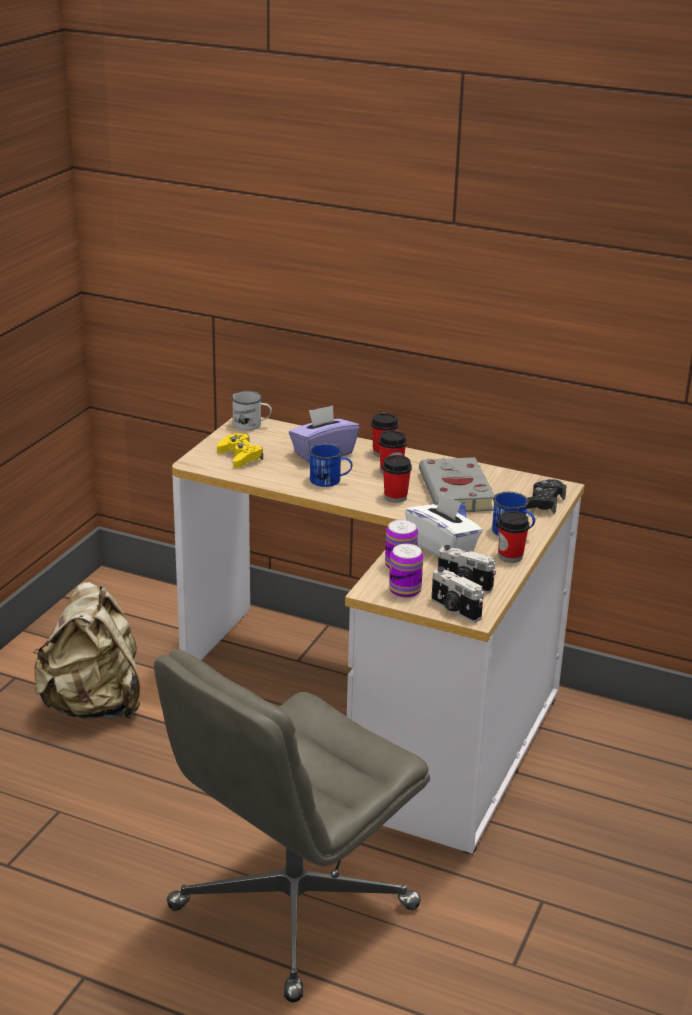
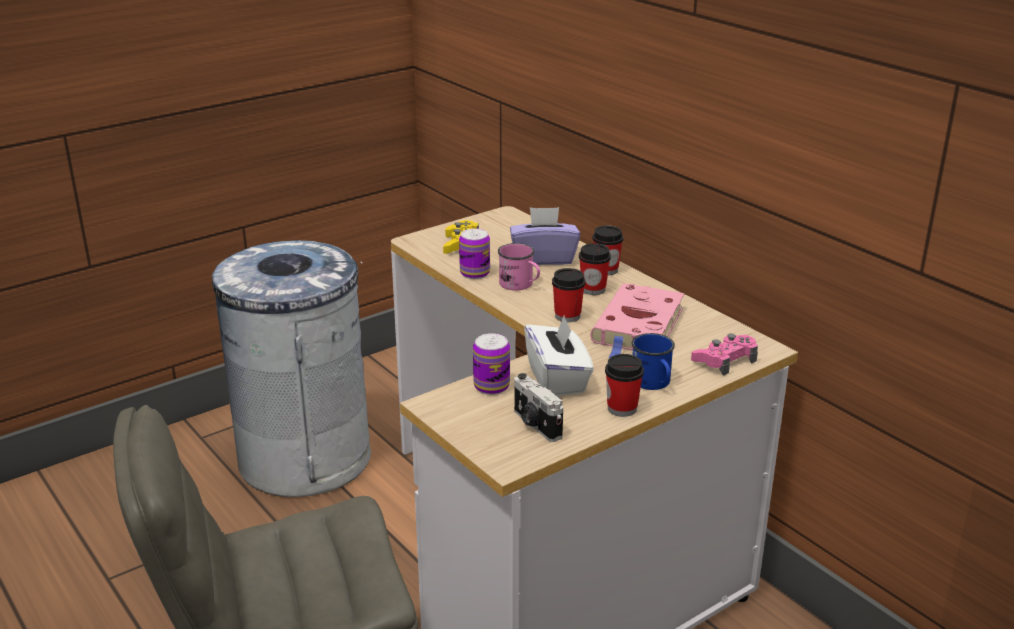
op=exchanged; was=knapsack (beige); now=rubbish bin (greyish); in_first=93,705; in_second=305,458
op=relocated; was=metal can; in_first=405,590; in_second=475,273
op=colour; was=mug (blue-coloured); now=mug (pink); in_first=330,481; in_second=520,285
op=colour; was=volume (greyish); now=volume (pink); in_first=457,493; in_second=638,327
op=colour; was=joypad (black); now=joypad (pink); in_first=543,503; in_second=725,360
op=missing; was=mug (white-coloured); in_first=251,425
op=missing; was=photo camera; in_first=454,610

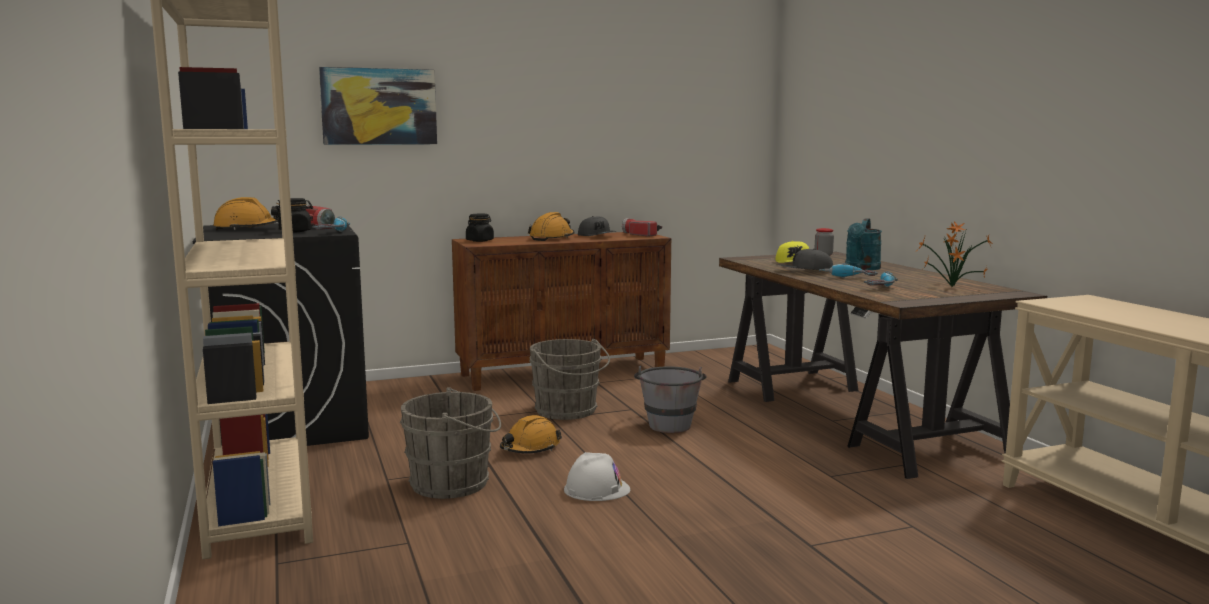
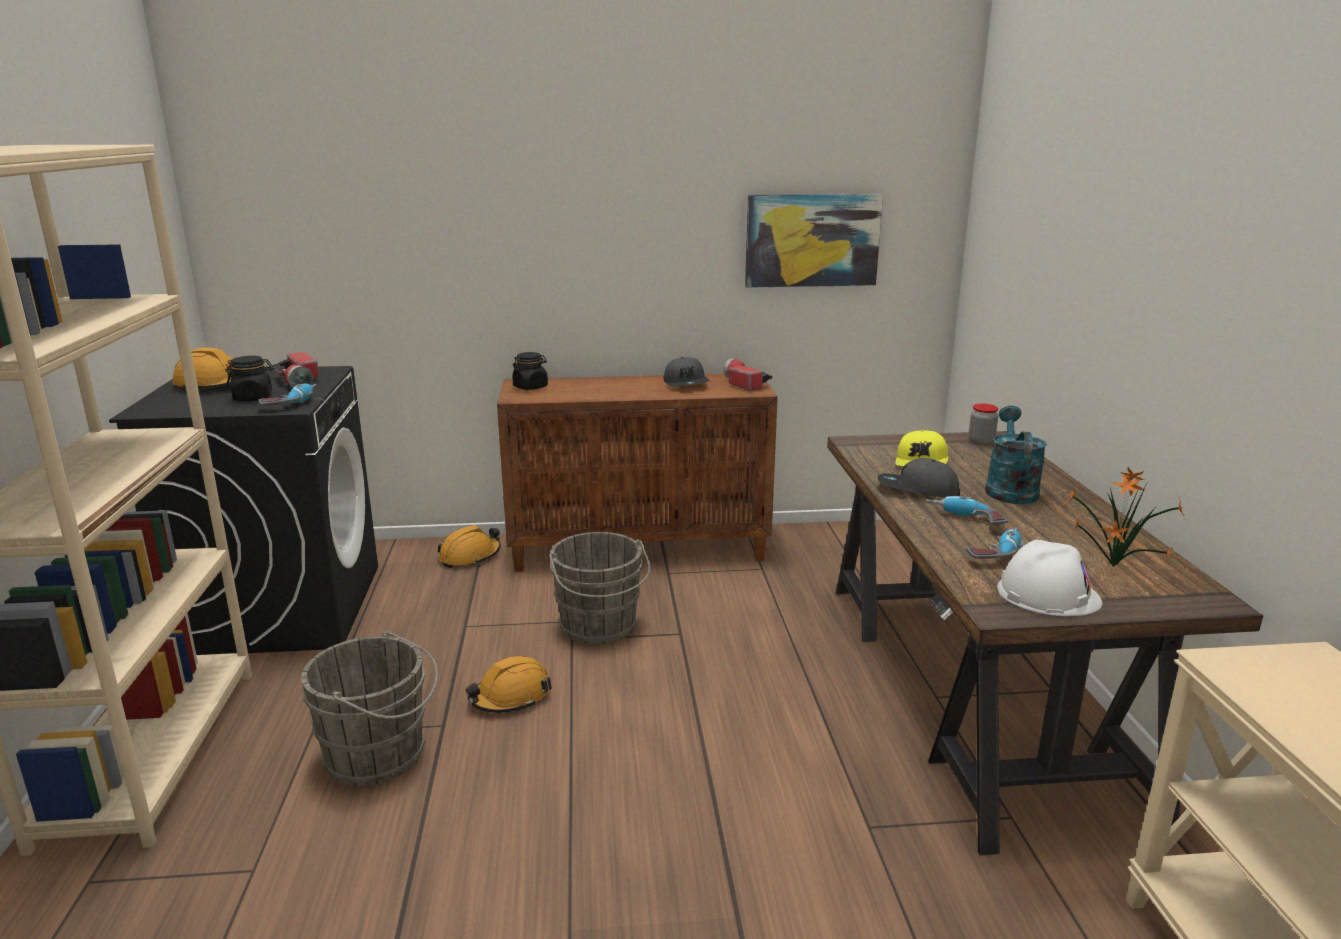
op=relocated; was=safety helmet (orange-coloured); in_first=552,238; in_second=470,556
op=relocated; was=wall art; in_first=379,106; in_second=812,240
op=spun; was=sprinkling can (turquoise-coloured); in_first=861,268; in_second=1009,489; clockwise=150
op=relocated; was=safety helmet (white-coloured); in_first=596,489; in_second=1048,594
op=missing; was=pail (greyish); in_first=669,423

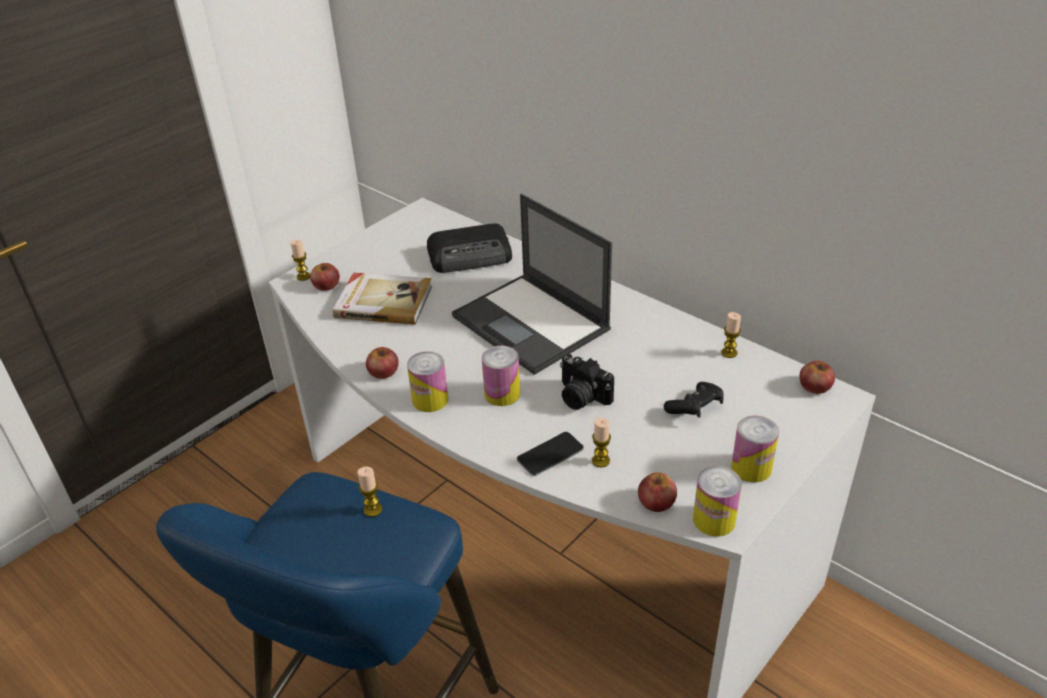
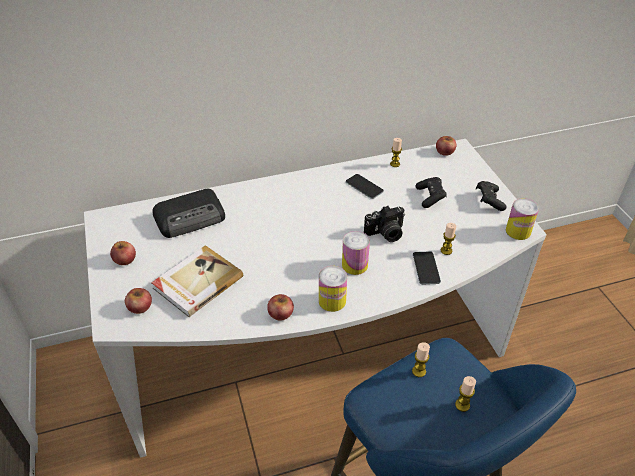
op=relocated; was=whole apple; in_first=656,501; in_second=125,259
op=spun; was=radio; in_first=471,255; in_second=191,218; clockwise=45
op=appeared; now=telephone; in_second=364,186
op=relocated; was=candle; in_first=303,276; in_second=462,405
op=exchanged; was=metal can; now=joypad (black); in_first=751,467; in_second=489,201
op=missing; was=laptop; in_first=532,323

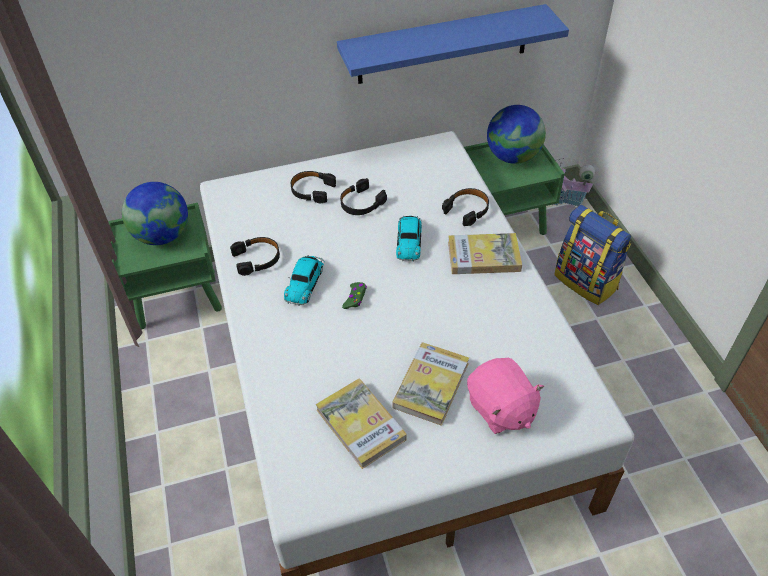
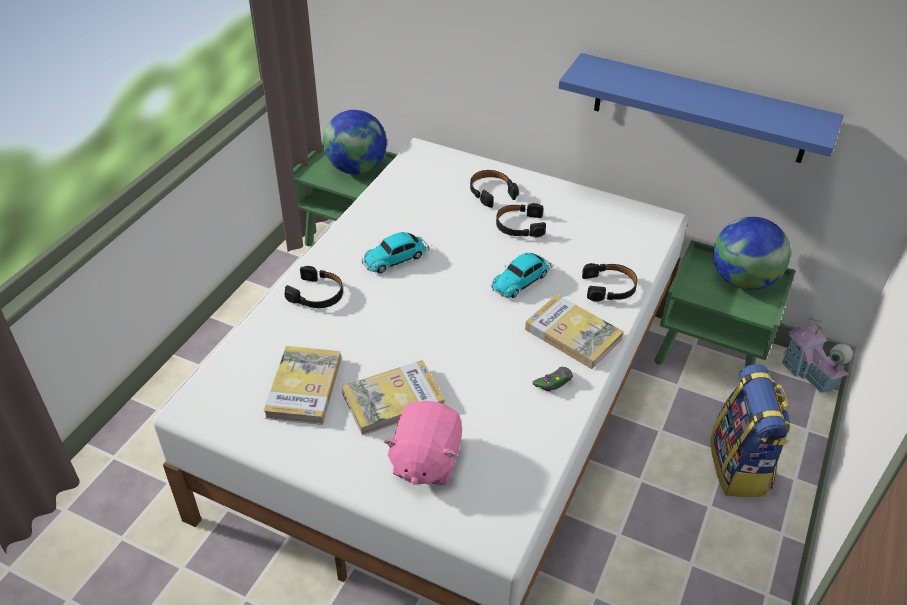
op=relocated; was=pair of headphones (black); in_first=257,259; in_second=317,294
op=relocated; was=joypad (green-coloured); in_first=355,298; in_second=553,382

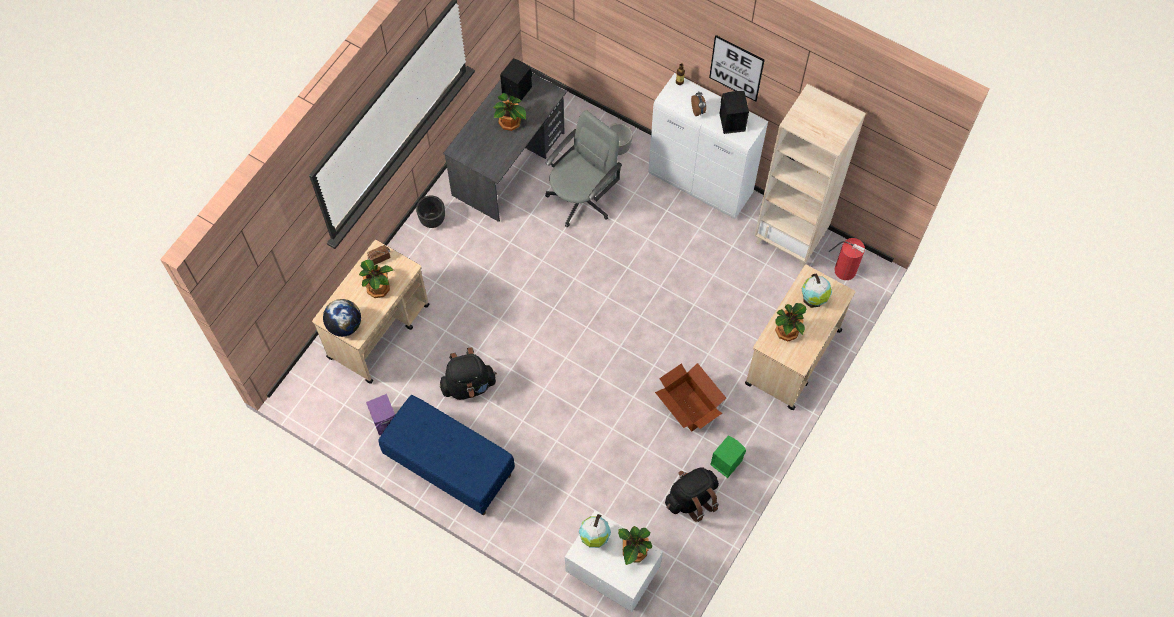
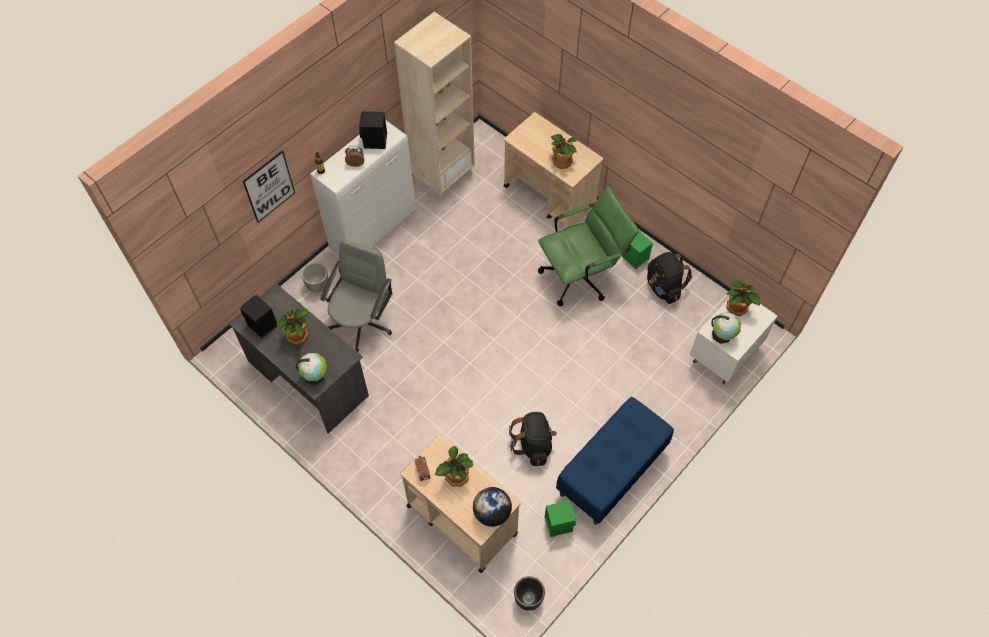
op=relocated; was=wall art; in_first=736,68; in_second=269,187
op=relocated; was=world globe; in_first=813,299; in_second=315,376
op=spun; was=office chair (greyish); in_first=582,198; in_second=362,322; clockwise=60
op=relocated; was=planter (black); in_first=433,220; in_second=528,598
op=exchanged; was=packing box; now=office chair (green-coloured); in_first=688,406; in_second=582,275
op=colour; was=speaker (purplish); now=speaker (green-coloured); in_first=386,421; in_second=558,523
op=missing; was=fire extinguisher; in_first=844,269

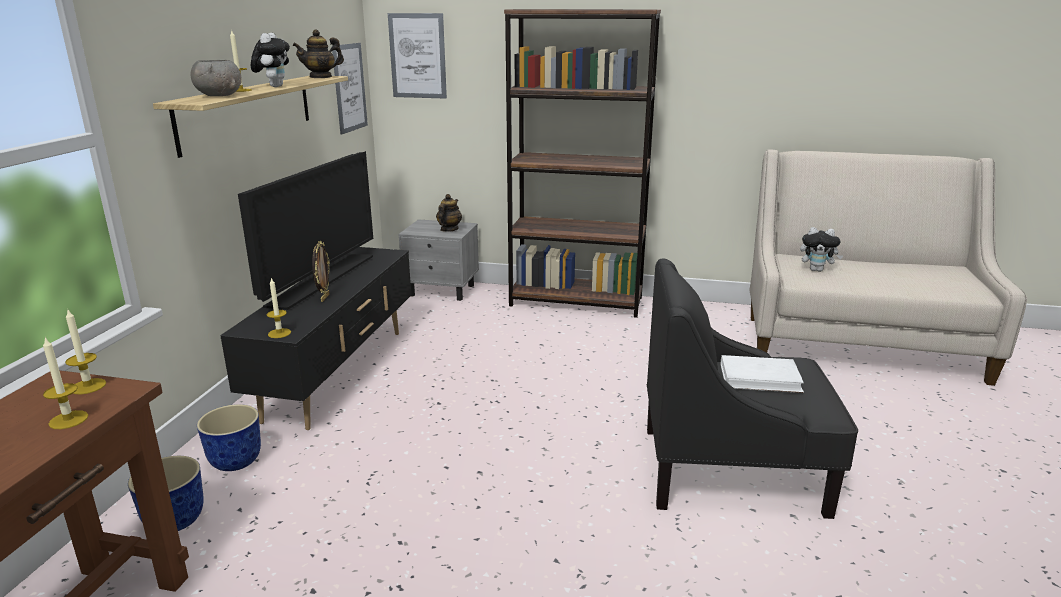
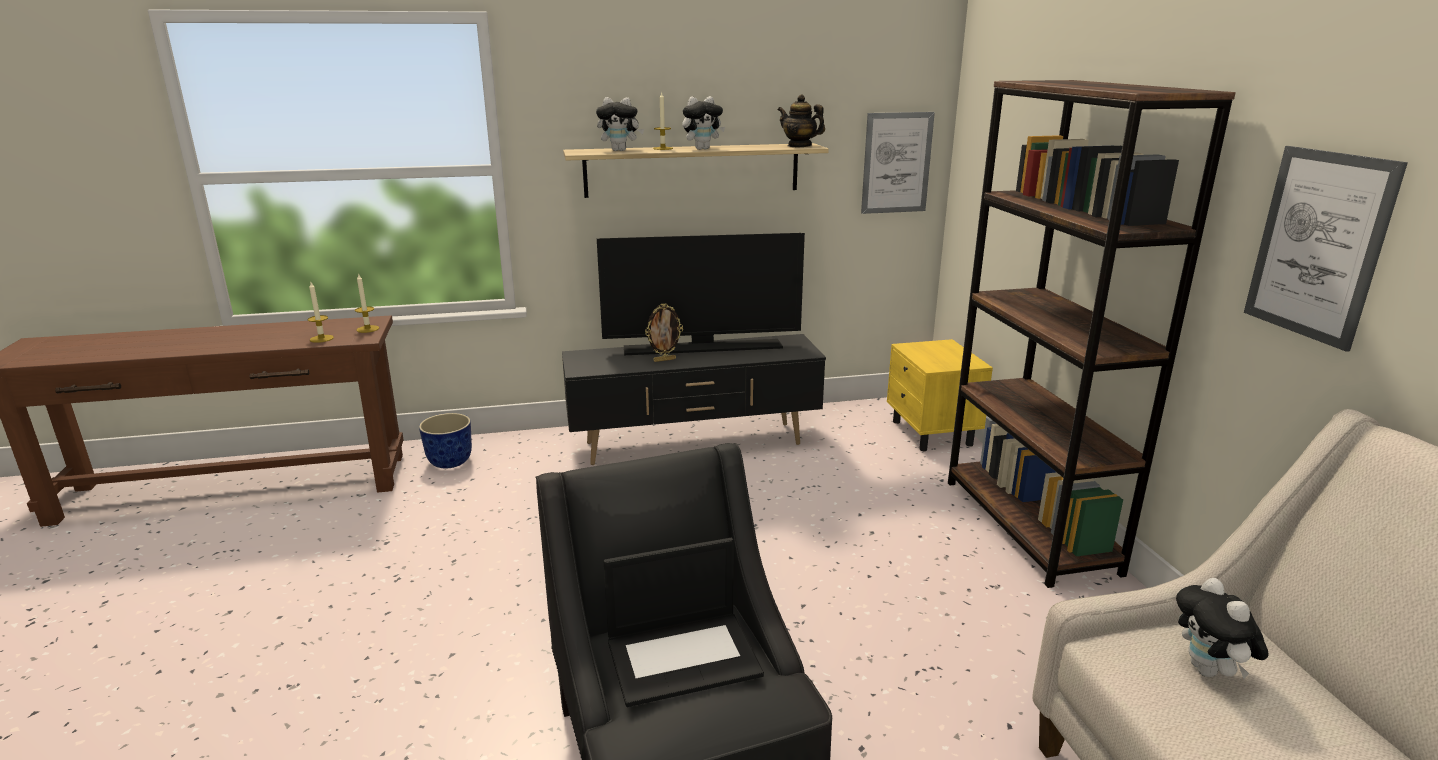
op=exchanged; was=deep dish (greyish); now=soft toy; in_first=219,96; in_second=620,150
op=exchanged; was=volume (white-coloured); now=laptop; in_first=760,378; in_second=684,656
op=colour; was=nightstand (greyish); now=nightstand (yellow-coloured); in_first=442,290; in_second=932,433
op=relocated; was=wall art; in_first=417,56; in_second=1318,245
op=missing; was=planter; in_first=235,461
op=missing; was=candle; in_first=279,333
op=missing; was=tea pot; in_first=449,229

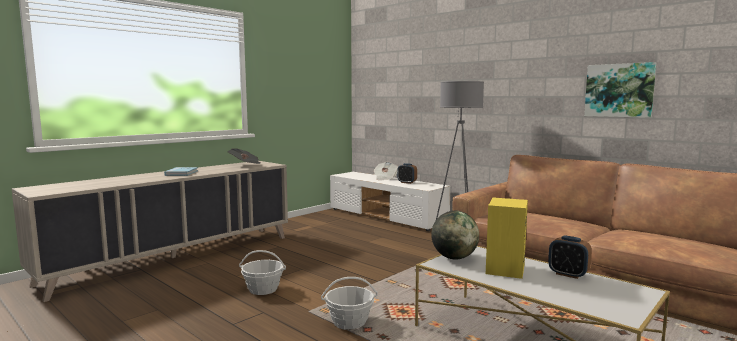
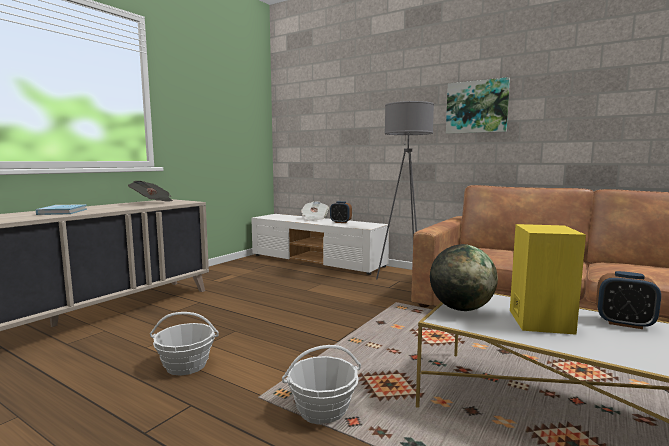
op=relocated; was=wall art; in_first=619,90; in_second=477,107

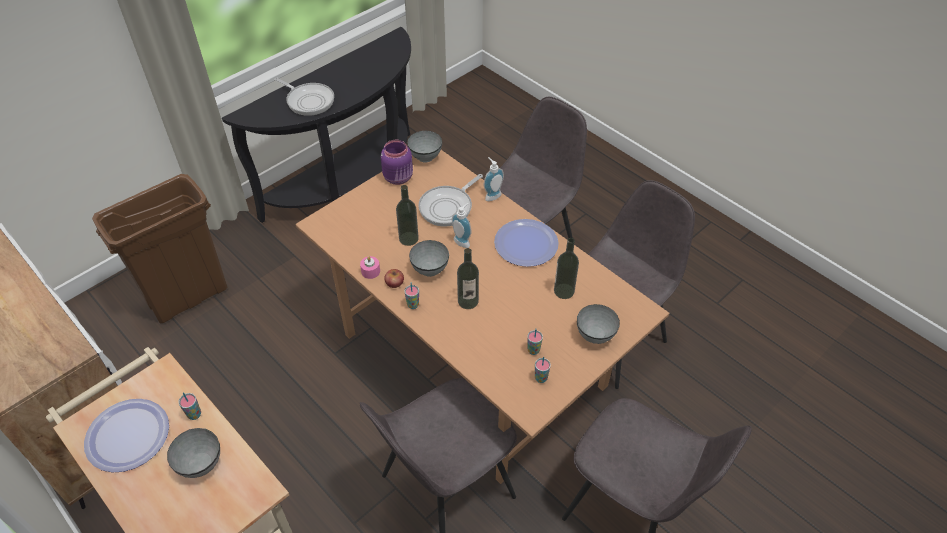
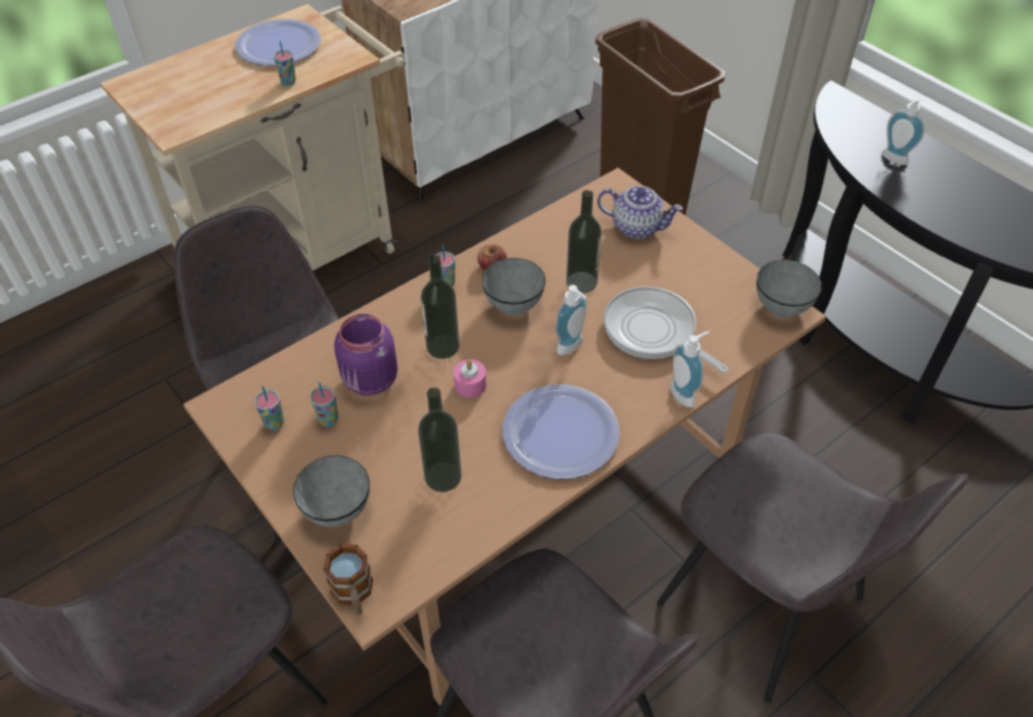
op=appeared; now=mug; in_second=354,594
op=relocated; was=preserve jar (purplish); in_first=399,178; in_second=370,381
op=relocated; was=candle (pink); in_first=370,271; in_second=470,385
op=appeared; now=tea pot; in_second=637,227
op=exchanged; was=frying pan; now=liquid soap bottle; in_first=308,101; in_second=893,160
op=missing; was=deep dish (greyish); in_first=200,464

